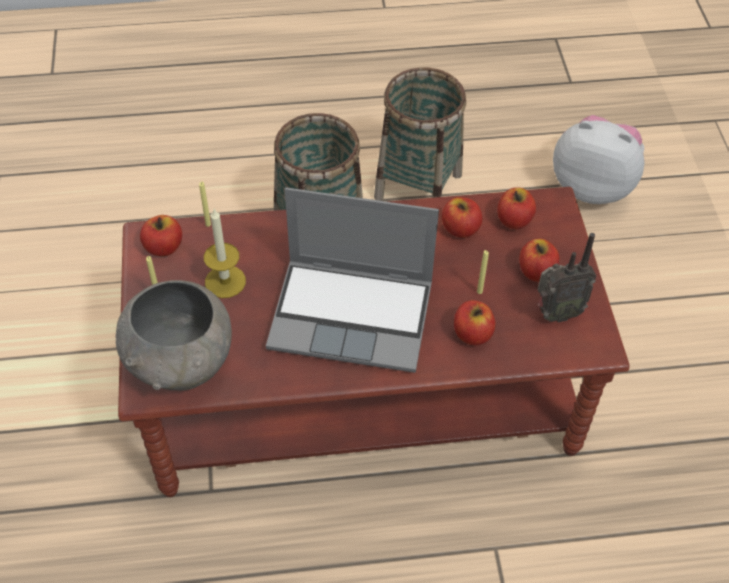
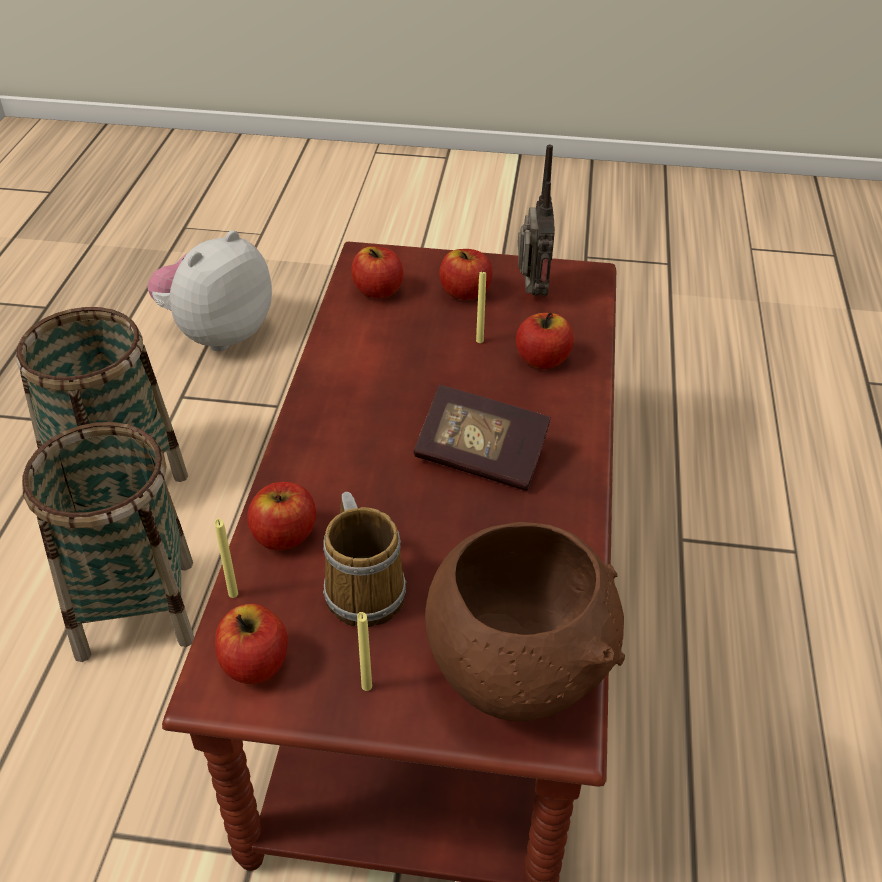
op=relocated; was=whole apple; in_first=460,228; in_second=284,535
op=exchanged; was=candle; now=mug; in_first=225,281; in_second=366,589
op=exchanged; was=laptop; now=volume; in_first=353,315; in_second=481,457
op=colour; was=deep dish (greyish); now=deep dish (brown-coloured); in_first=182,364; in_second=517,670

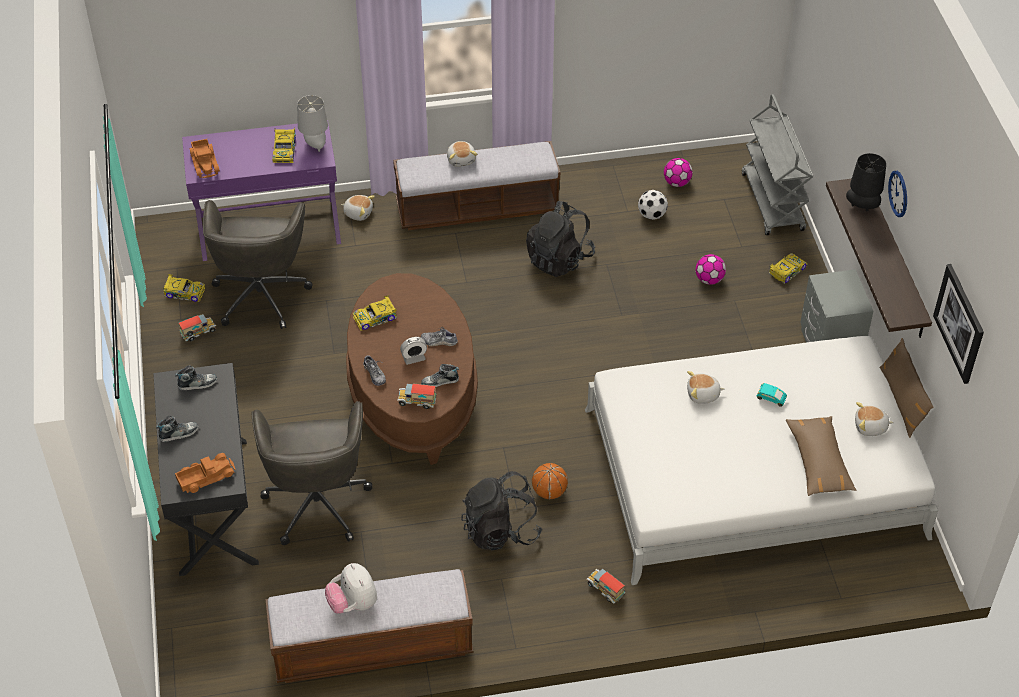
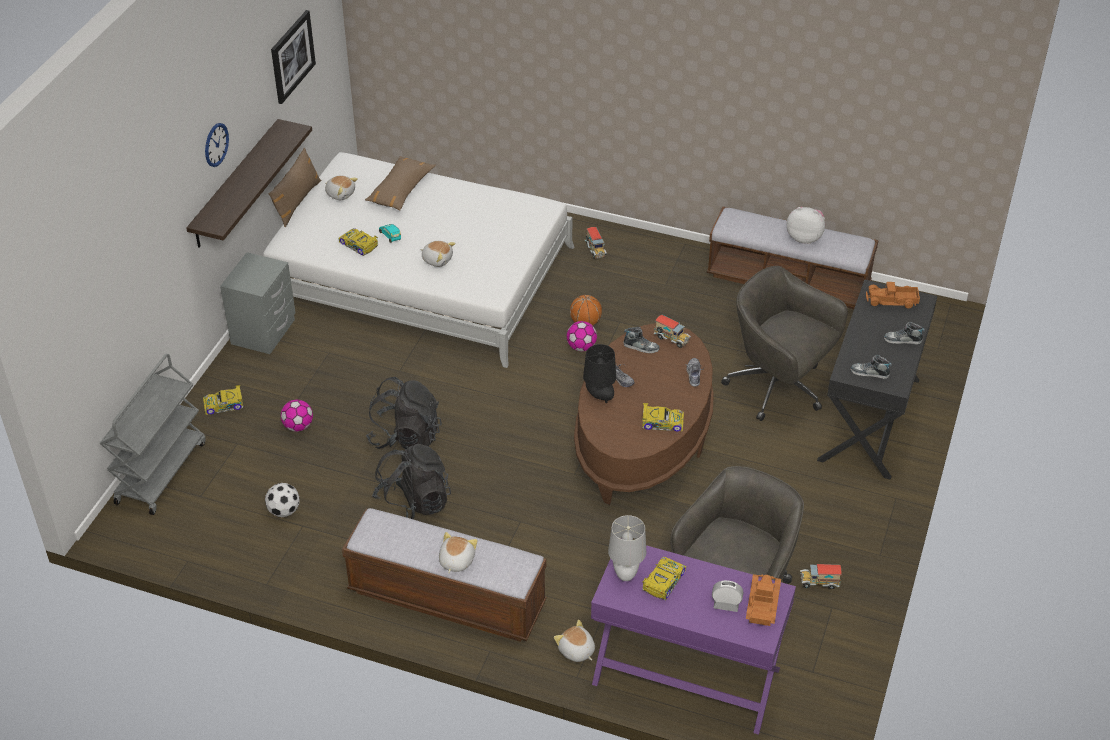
op=relocated; was=miniature car; in_first=184,292; in_second=359,245
op=relocated; was=knapsack (black); in_first=500,530; in_second=405,436
op=relocated; was=ball for football; in_first=677,183; in_second=581,347
op=relocated; was=table lamp (black); in_first=862,207; in_second=599,397
op=relocated; was=table clock; in_first=414,358; in_second=726,604
op=spun; was=office chair (greyish); in_first=317,502; in_second=778,388; clockwise=-75
op=spun; was=soft toy; in_first=353,603; in_second=804,237; clockwise=-75

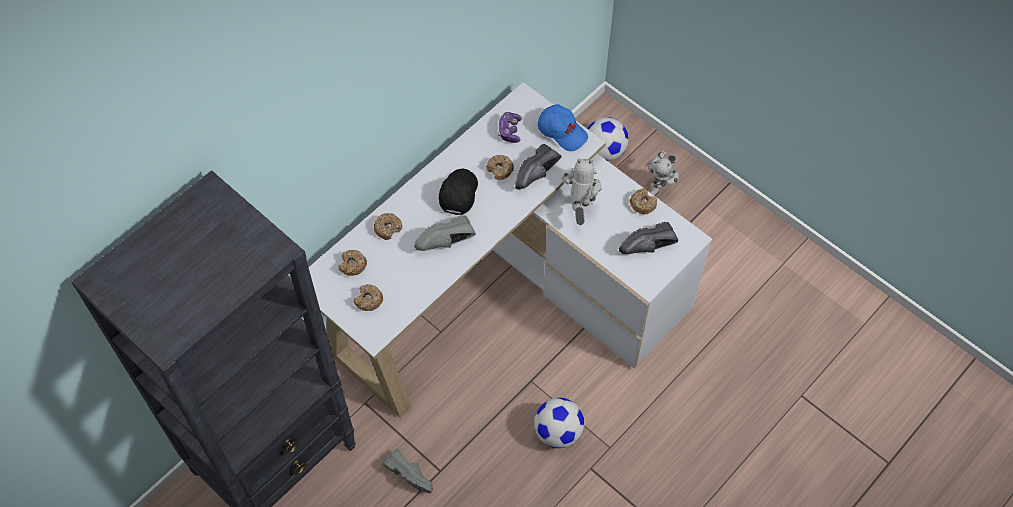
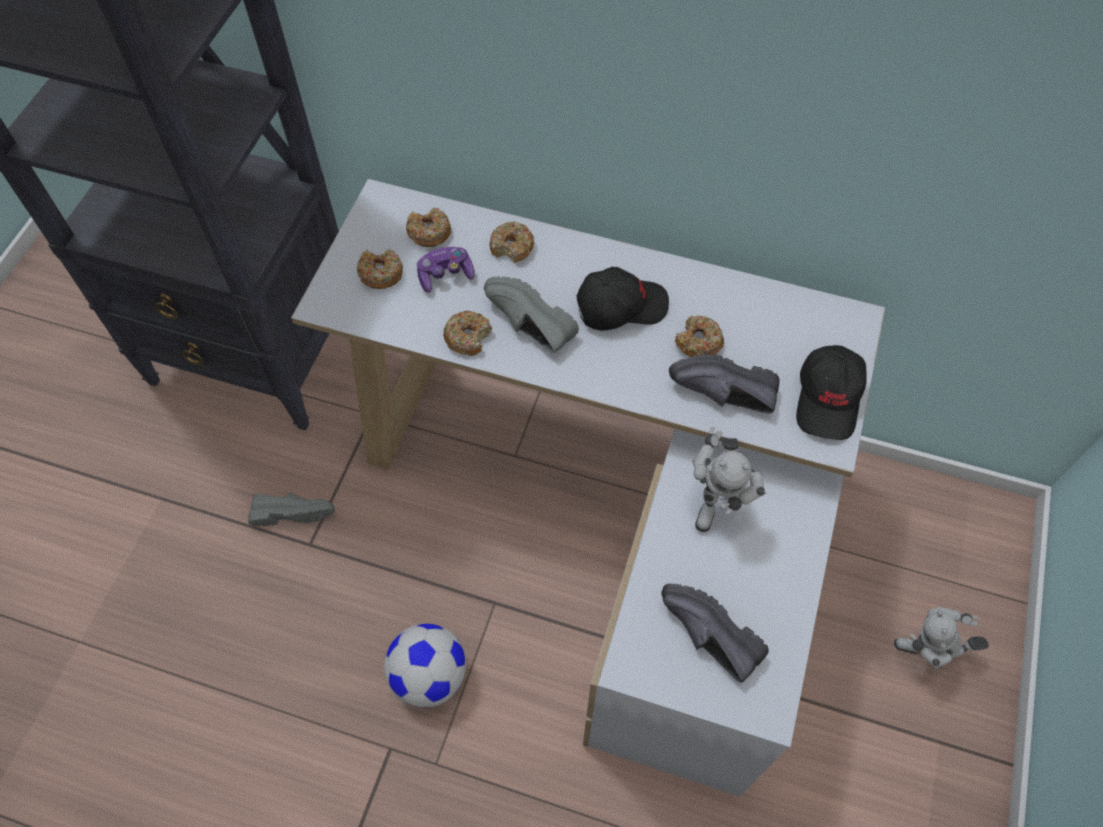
op=spun; was=low shoe (greyish); in_first=411,473; in_second=293,511; clockwise=-105
op=relocated; was=joypad; in_first=509,131; in_second=445,275
op=relocated; was=ring doughnut; in_first=642,204; in_second=468,337
op=spun; was=toy robot; in_first=580,210; in_second=717,499; clockwise=120
op=colour; was=cap (blue-coloured); now=cap (black); in_first=562,131; in_second=828,399
op=missing; was=ball for football; in_first=605,151

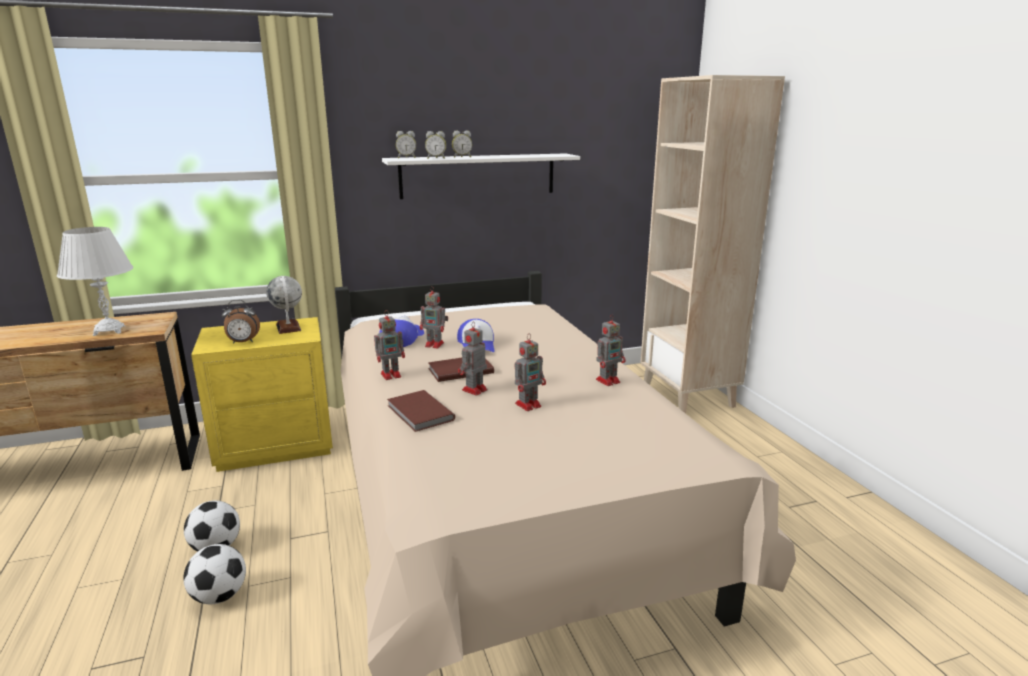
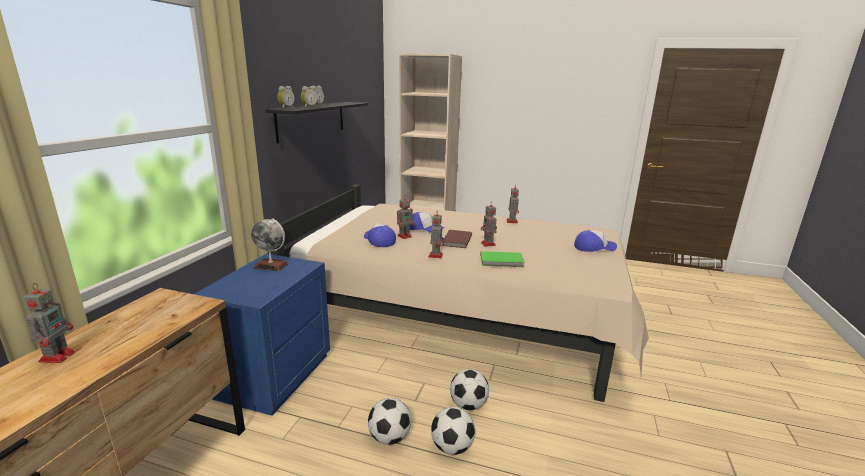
op=relocated; was=toy robot; in_first=529,404; in_second=58,356
op=colour; was=nightstand (yellow-coloured); now=nightstand (blue-coloured); in_first=275,445; in_second=273,375
op=colour; was=shelf (white-coloured); now=shelf (black); in_first=478,175; in_second=312,120
op=appeared; now=ball for football; in_second=468,405
op=colour; was=volume (brown-coloured); now=volume (green-coloured); in_first=419,413; in_second=502,261
op=appeared; now=cap; in_second=594,247
op=missing; was=table lamp (white-coloured); in_first=109,330
op=missing; was=table clock; in_first=243,342

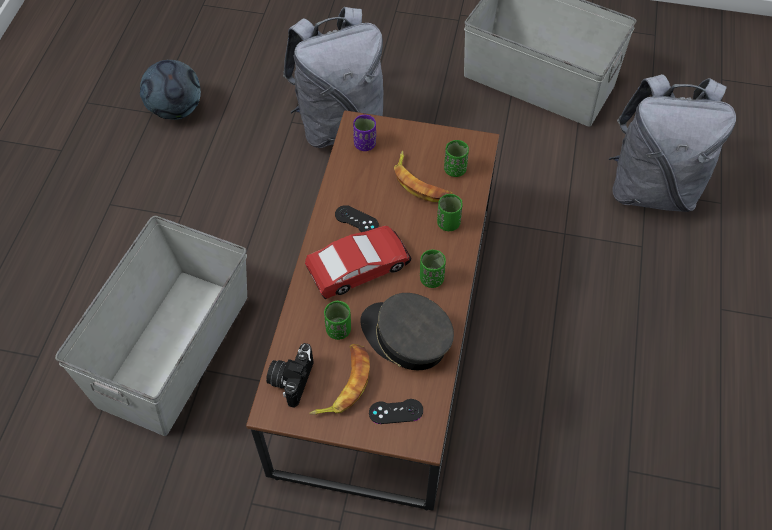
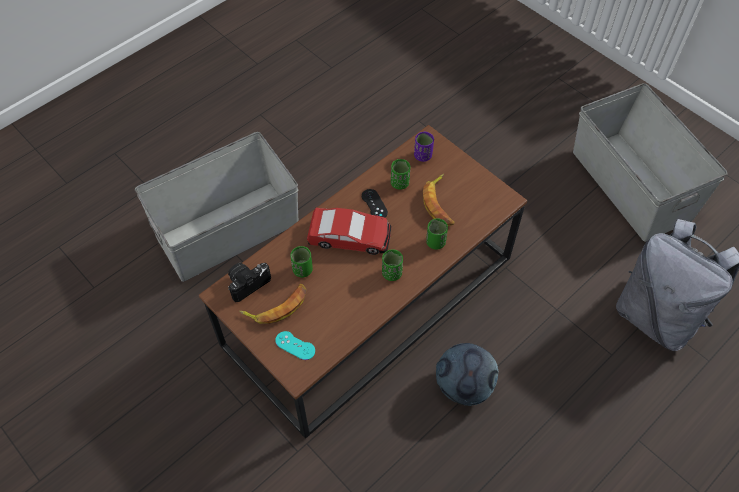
op=colour; was=joypad (black); now=joypad (turquoise-coloured); in_first=396,411; in_second=295,345
op=relocated; was=cup (green-coloured); in_first=455,169; in_second=399,183
op=relocated; was=ball for football; in_first=176,110; in_second=464,386
op=missing; was=knapsack (greyish); in_first=339,124
op=missing; was=cap (greyish); in_first=406,338

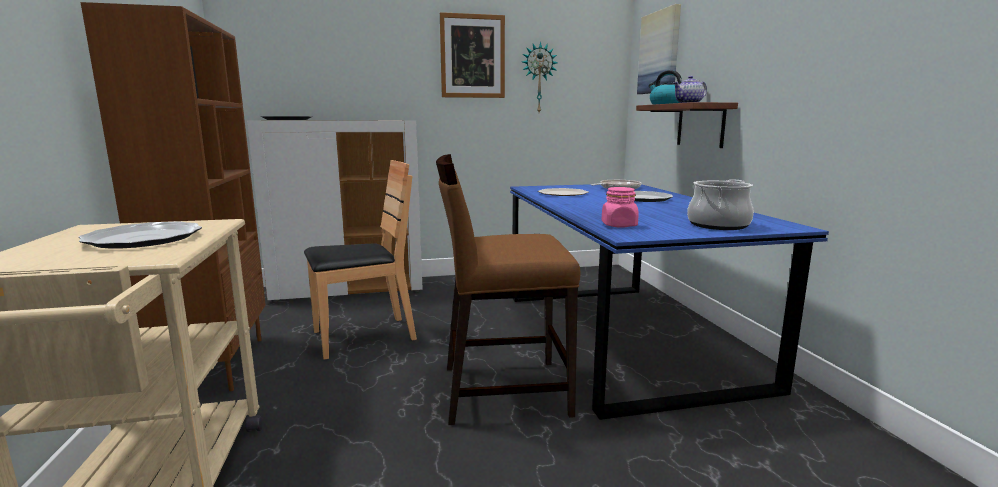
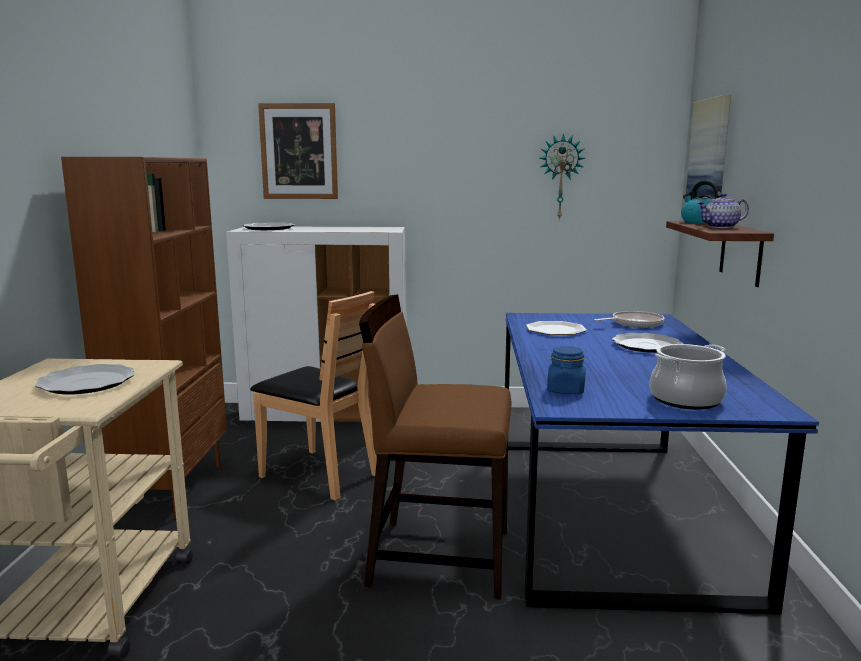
op=spun; was=plain chair (brown-coloured); in_first=363,337; in_second=319,474; clockwise=45
op=relocated; was=wall art; in_first=472,56; in_second=299,151
op=colour; was=preserve jar (pink); now=preserve jar (blue-coloured); in_first=619,225; in_second=566,390

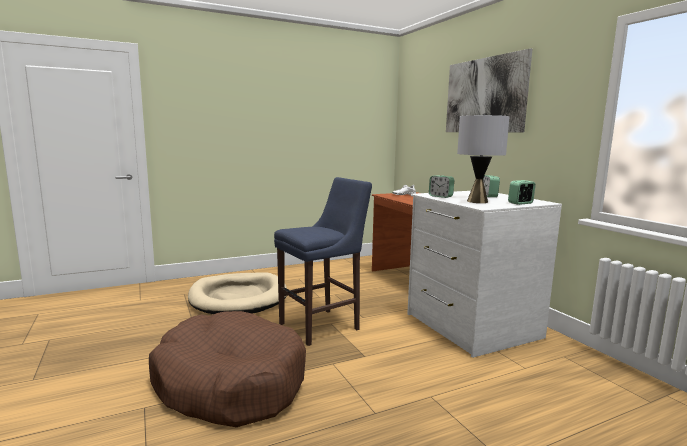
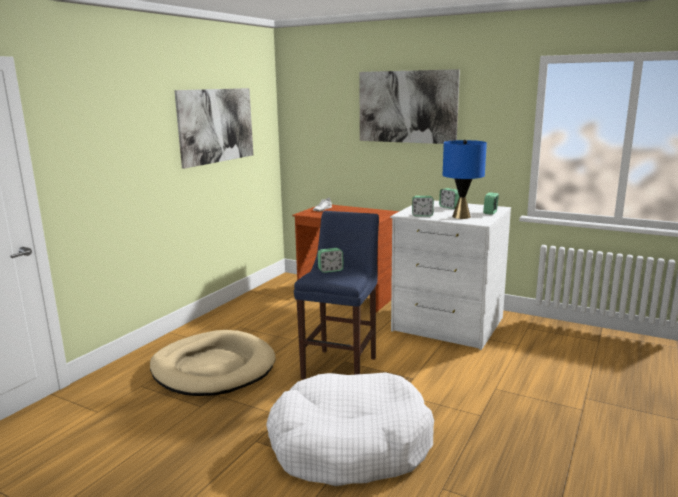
op=appeared; now=wall art; in_second=216,125
op=colour; was=dog cushion (brown-coloured); now=dog cushion (white-coloured); in_first=230,383; in_second=350,444
op=appeared; now=table clock; in_second=330,270
op=colour; was=table lamp (greyish); now=table lamp (blue-coloured); in_first=477,201; in_second=461,216

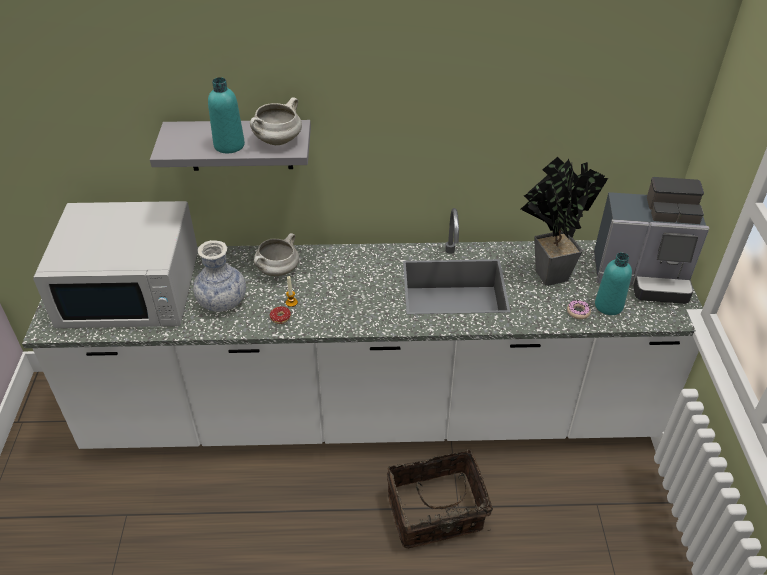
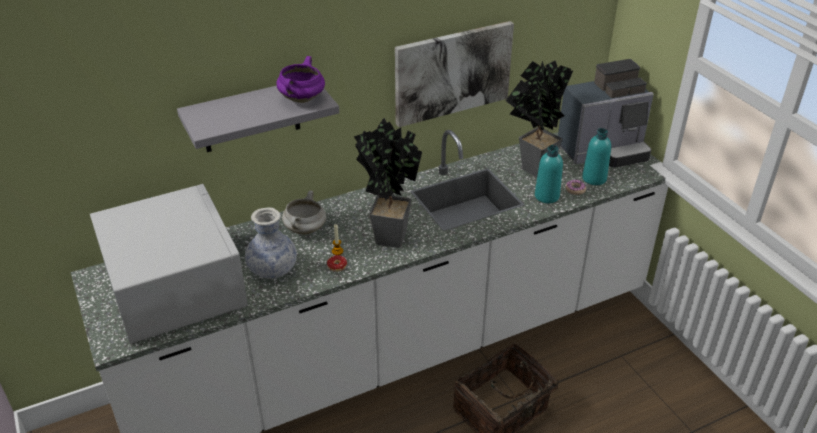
op=spun; was=kitchen microwave (white-coloured); in_first=132,290; in_second=175,286; clockwise=-90
op=colour; was=cooking pot (white-coloured); now=cooking pot (purplish); in_first=278,141; in_second=302,99
op=appeared; now=houseplant; in_second=386,236
op=appeared; now=wall art; in_second=452,72
op=relocated; was=beverage bottle (turquoise-coloured); in_first=229,145; in_second=547,196

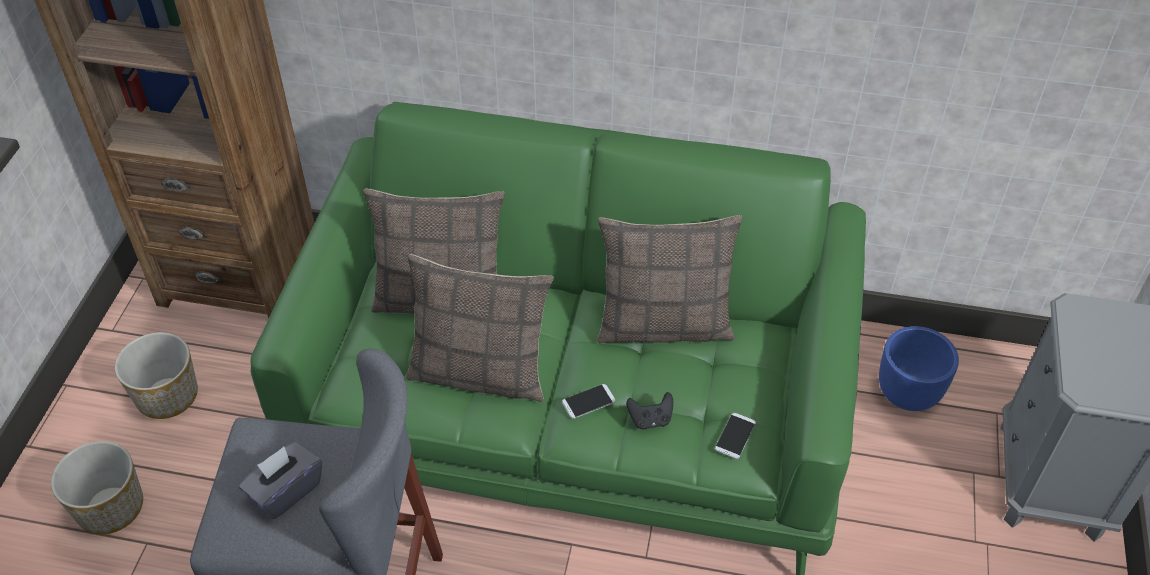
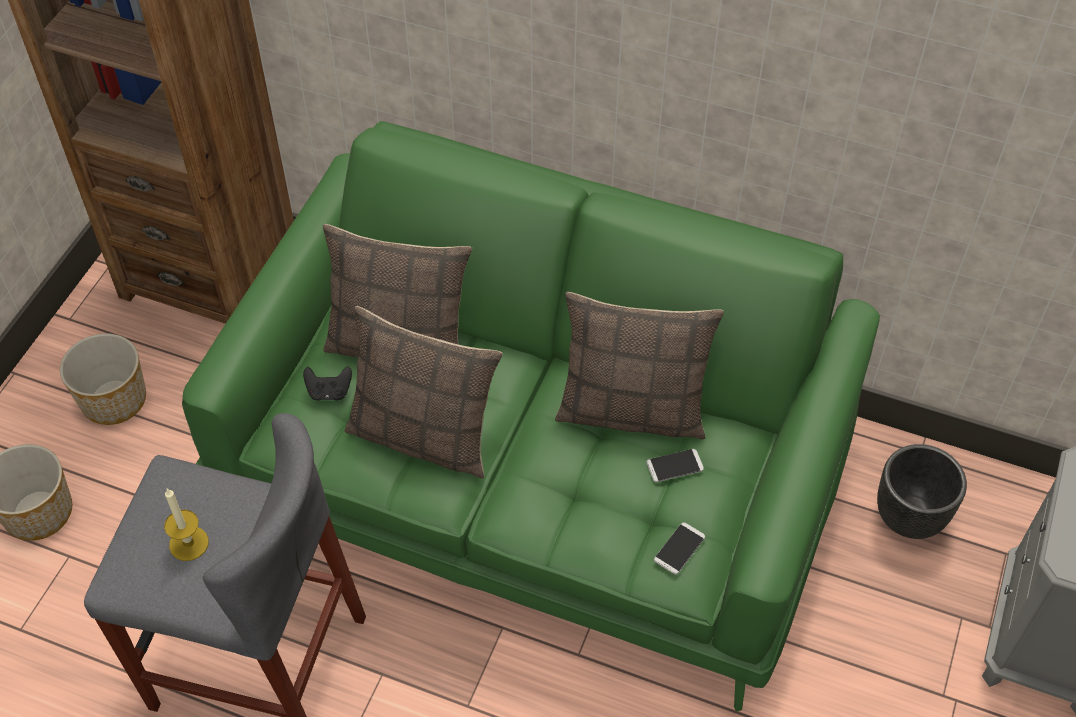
op=exchanged; was=tissue holder (greyish); now=candle; in_first=285,491; in_second=189,543
op=relocated; was=joypad (black); in_first=650,420; in_second=329,392
op=relocated; was=telephone; in_first=588,402; in_second=674,466
op=colour; was=planter (blue-coloured); now=planter (black); in_first=908,393; in_second=910,516

